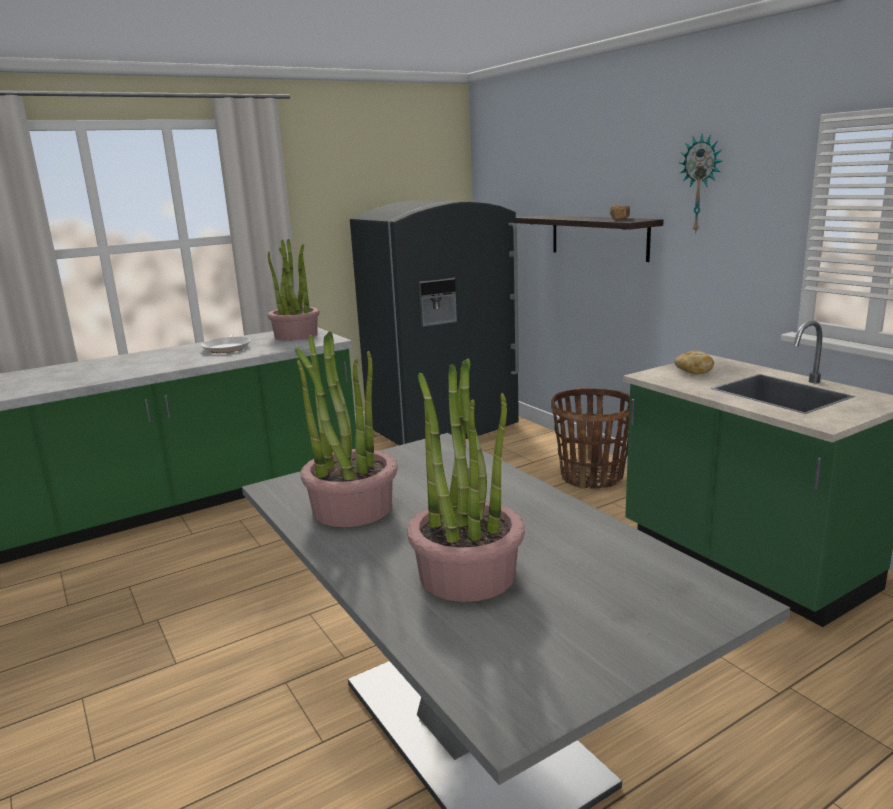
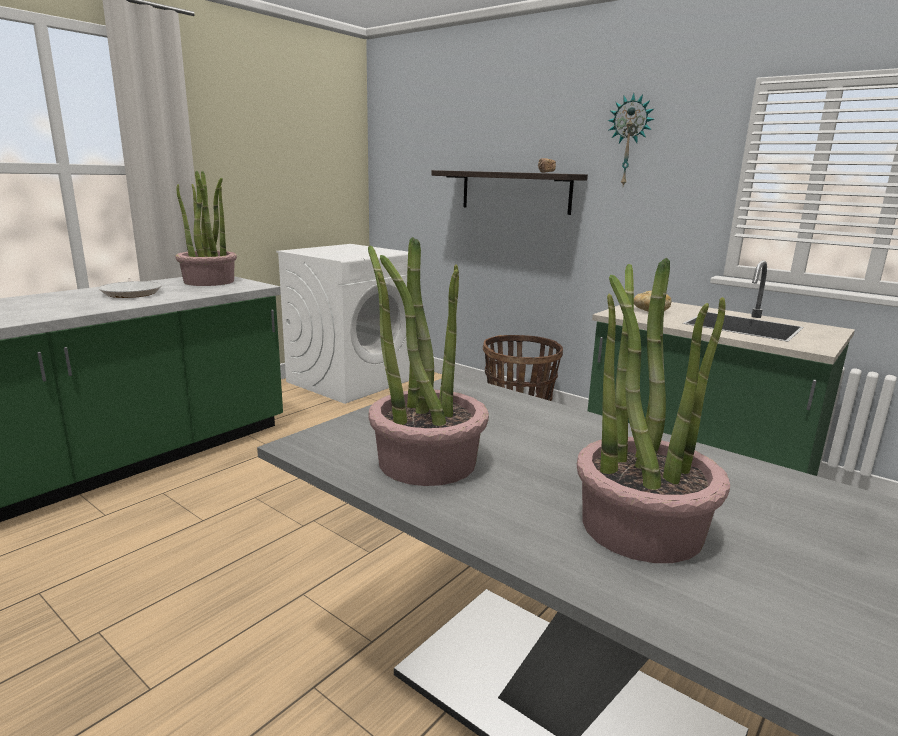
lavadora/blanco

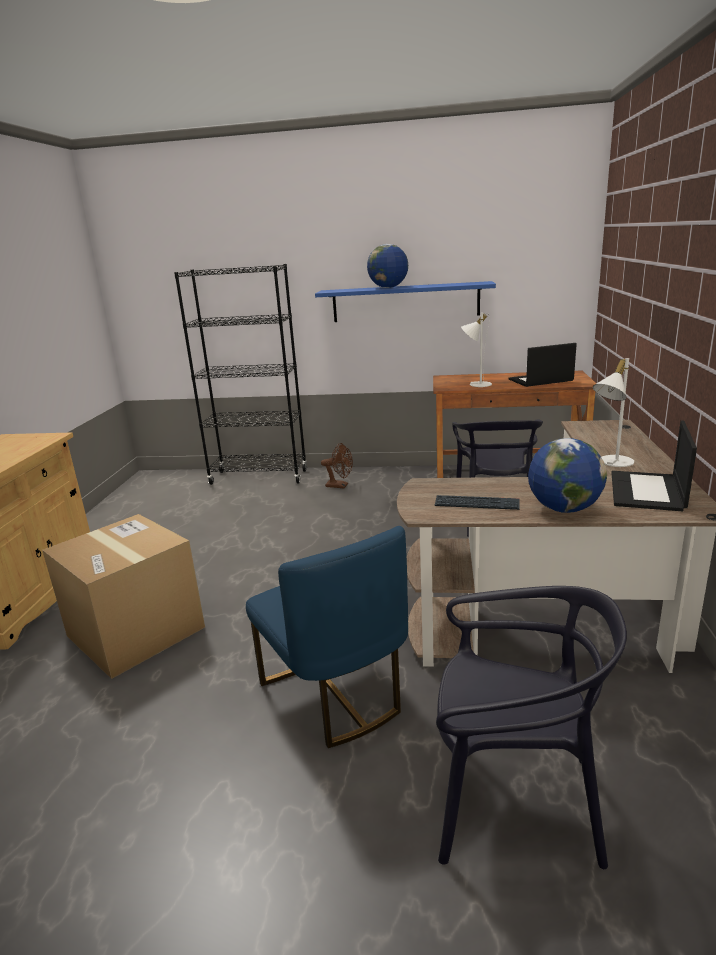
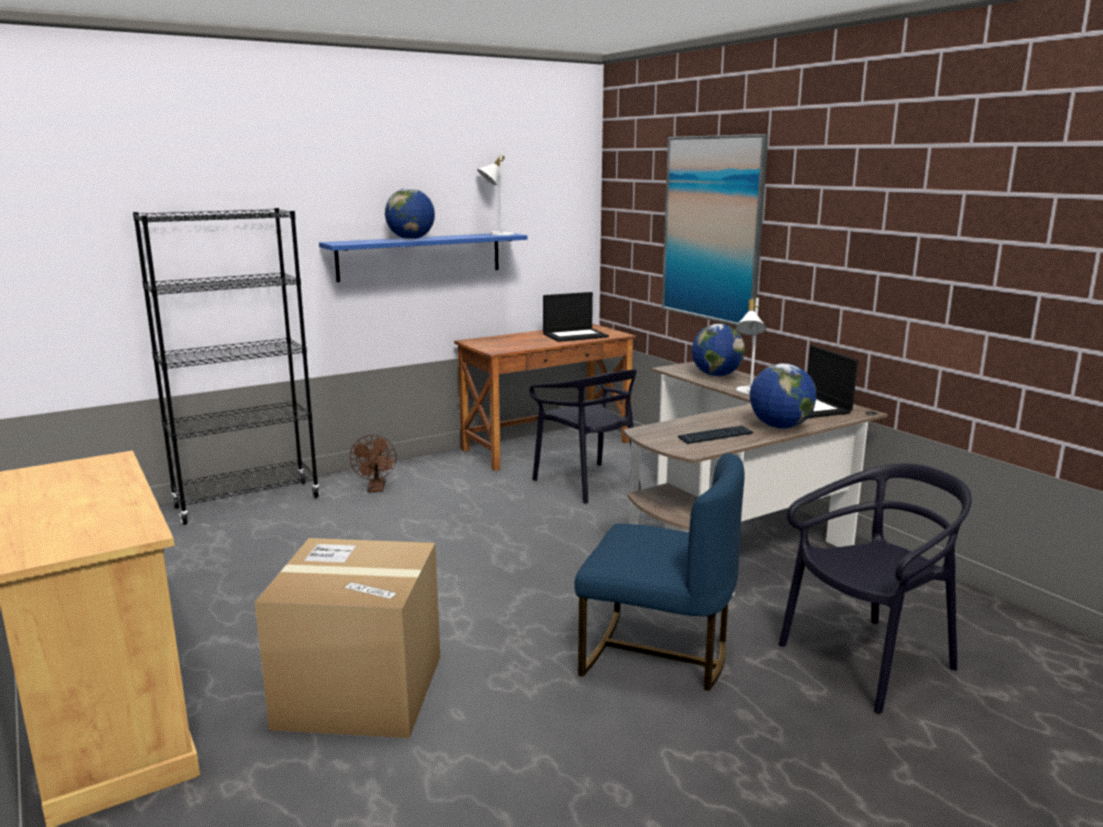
lámpara de mesa/blanco (1st from left)
portátil (1st from left)
ventilador/marrón
cuadro
globo terráqueo (2nd from left)

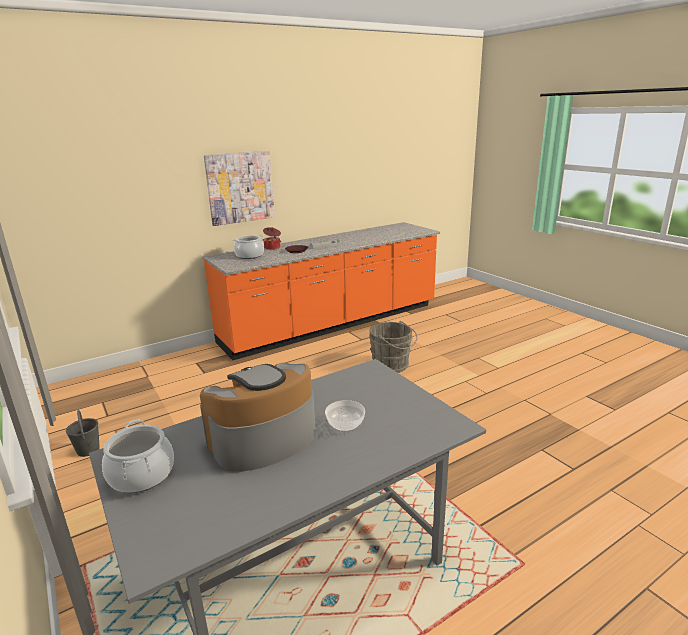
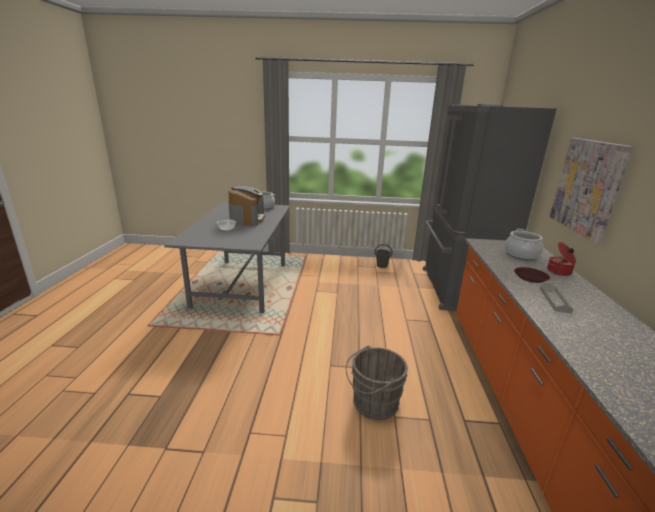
nevera/gris

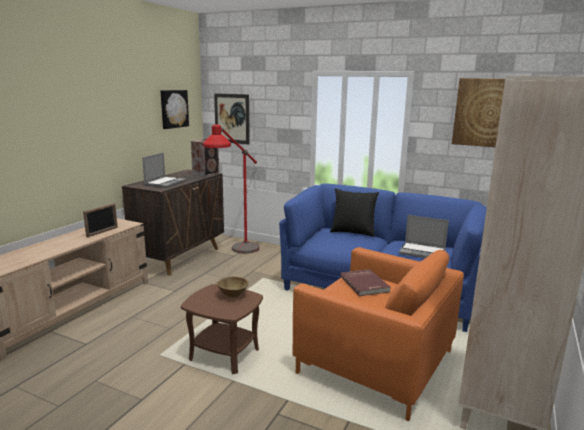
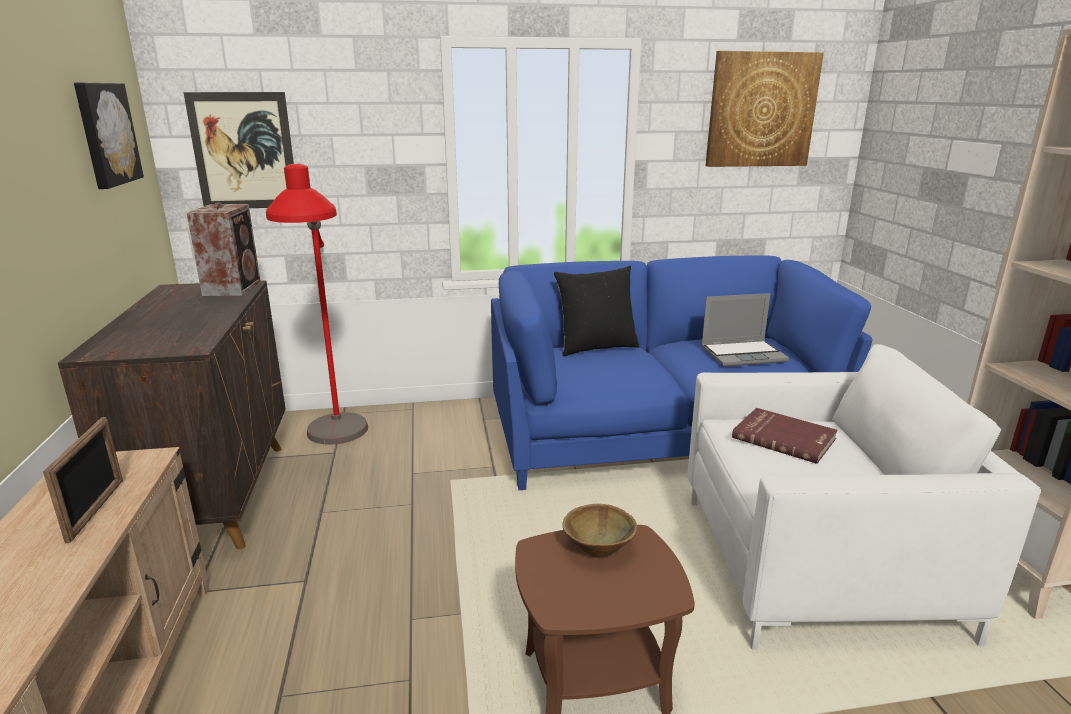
portátil (1st from left in the first image)
sillón/blanco

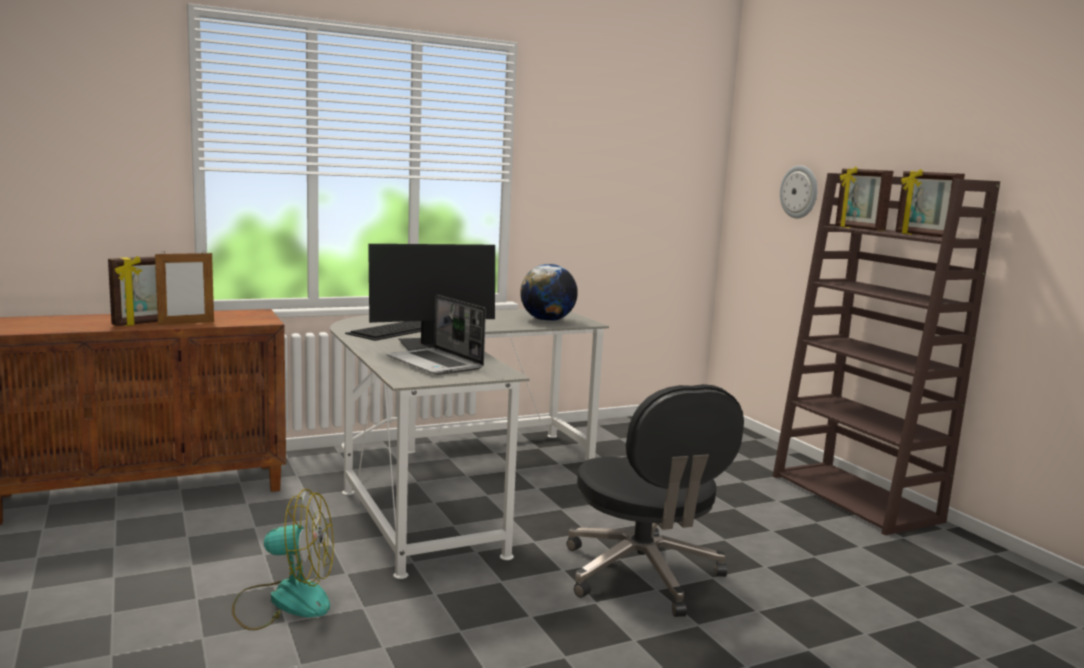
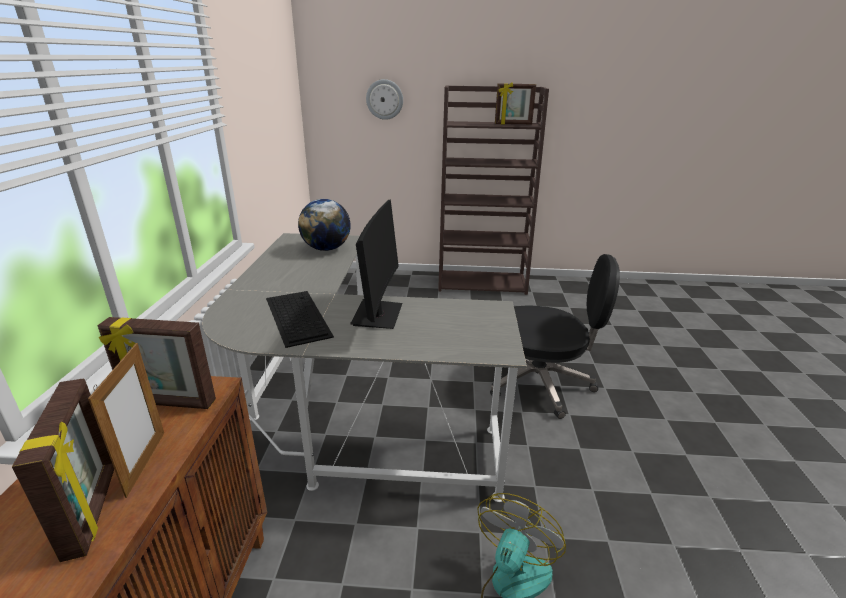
portarretratos (3rd from left)
portátil

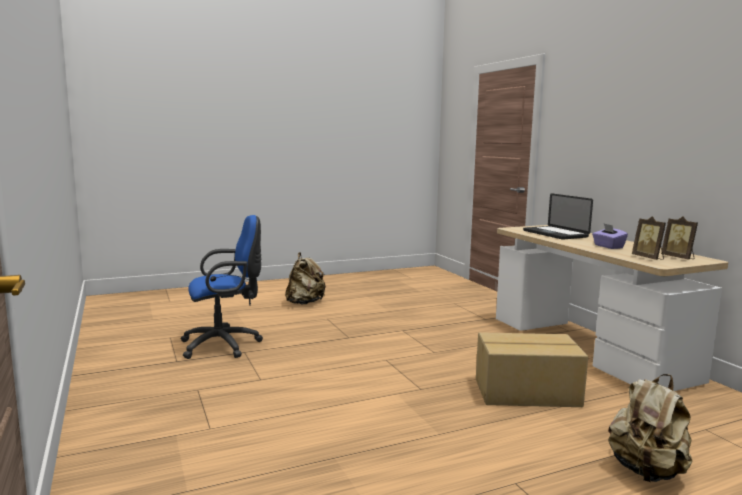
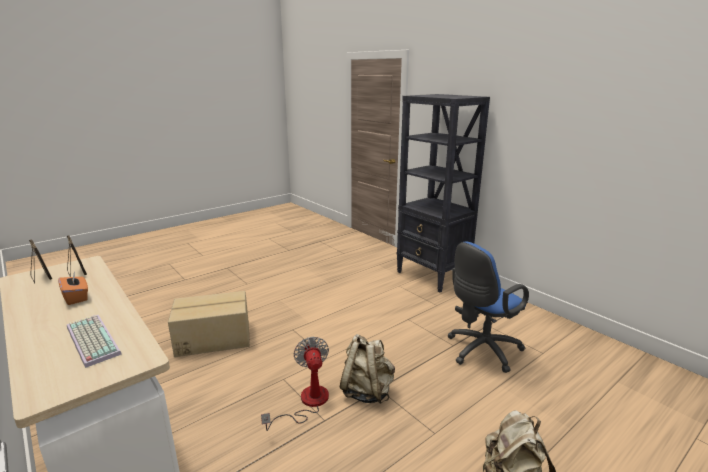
teclado
caja de pañuelos/naranja
mochila/beis (1st from left)
estantería/negro
ventilador

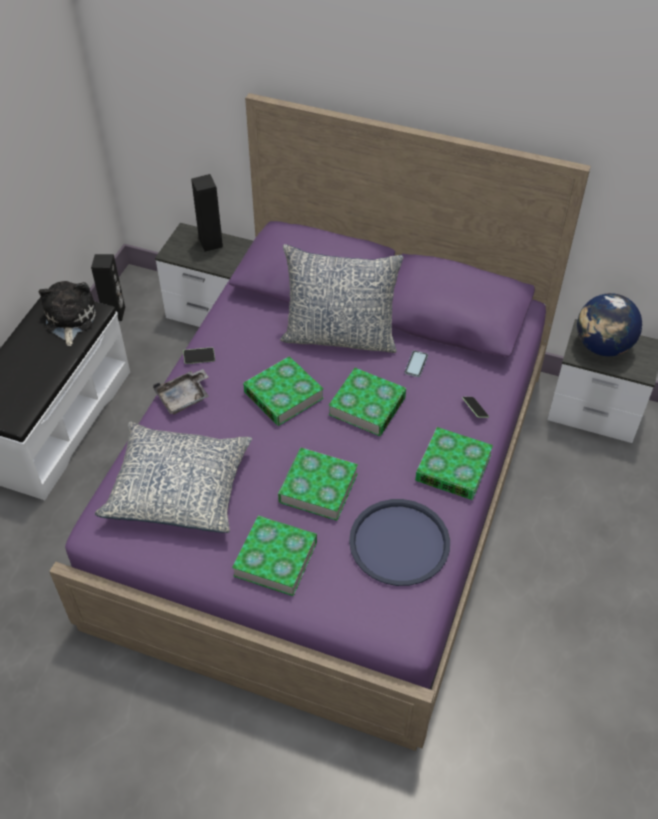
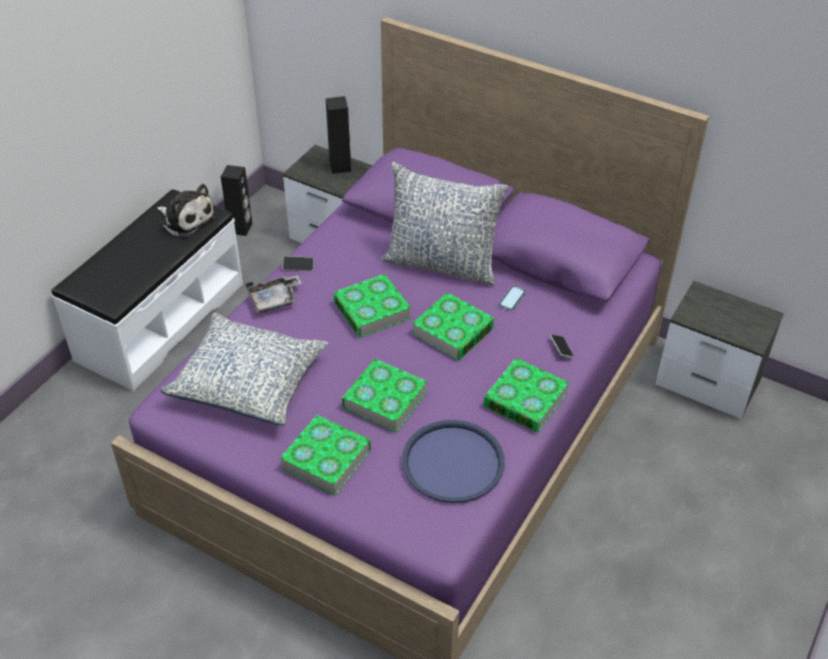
peluche
globo terráqueo

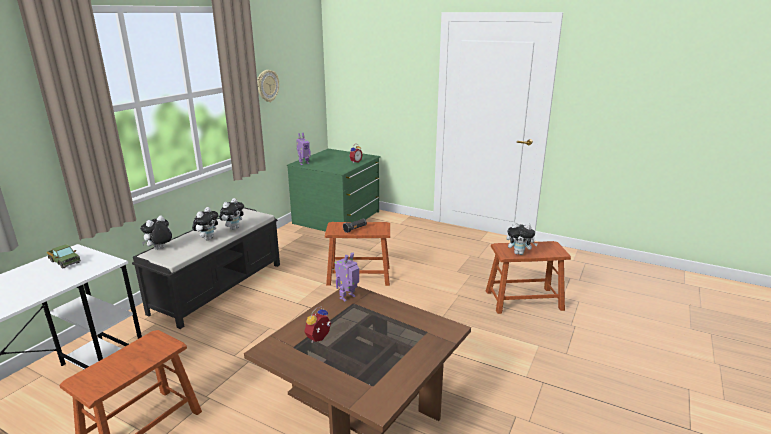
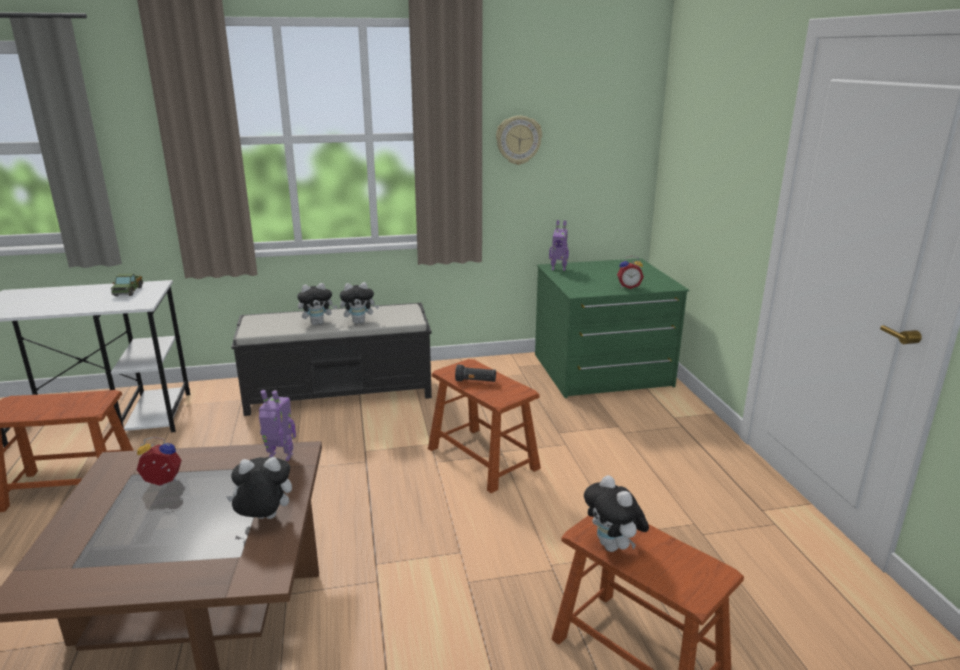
peluche (1st from left)

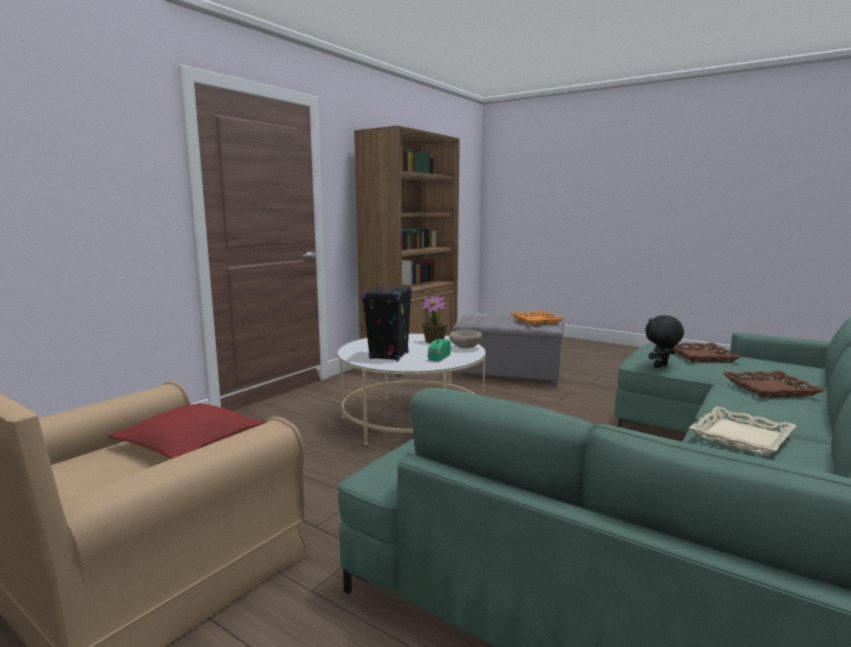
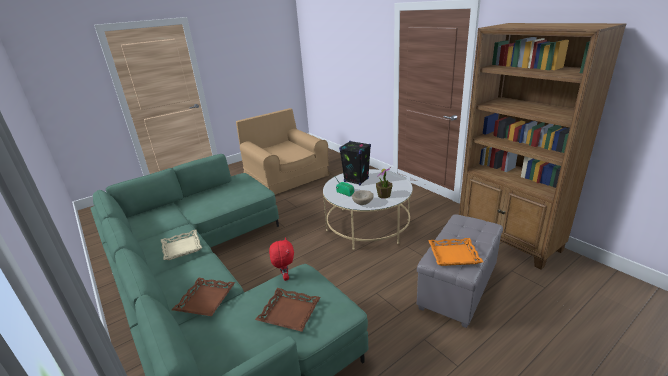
peluche/rojo
cojín/rojo

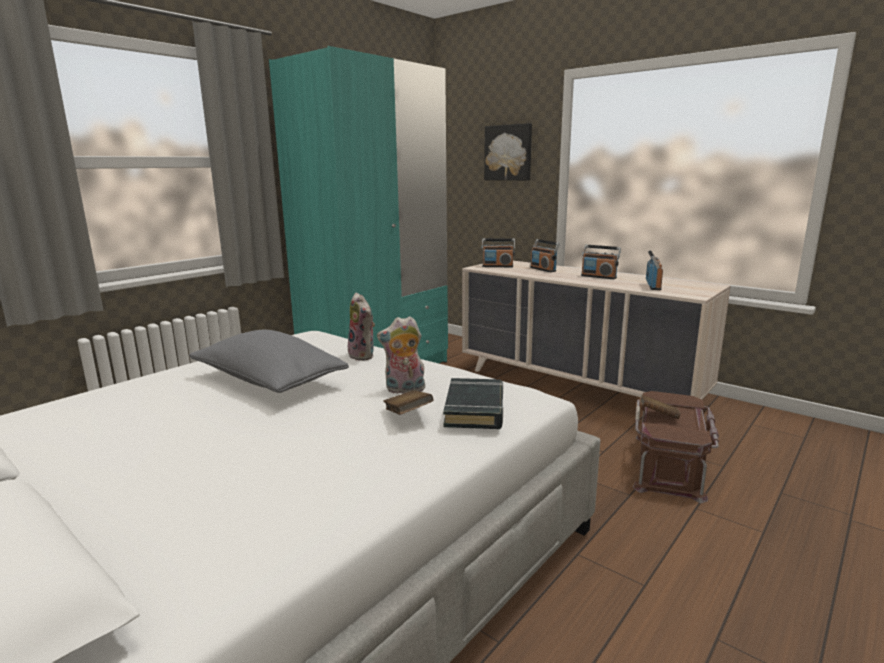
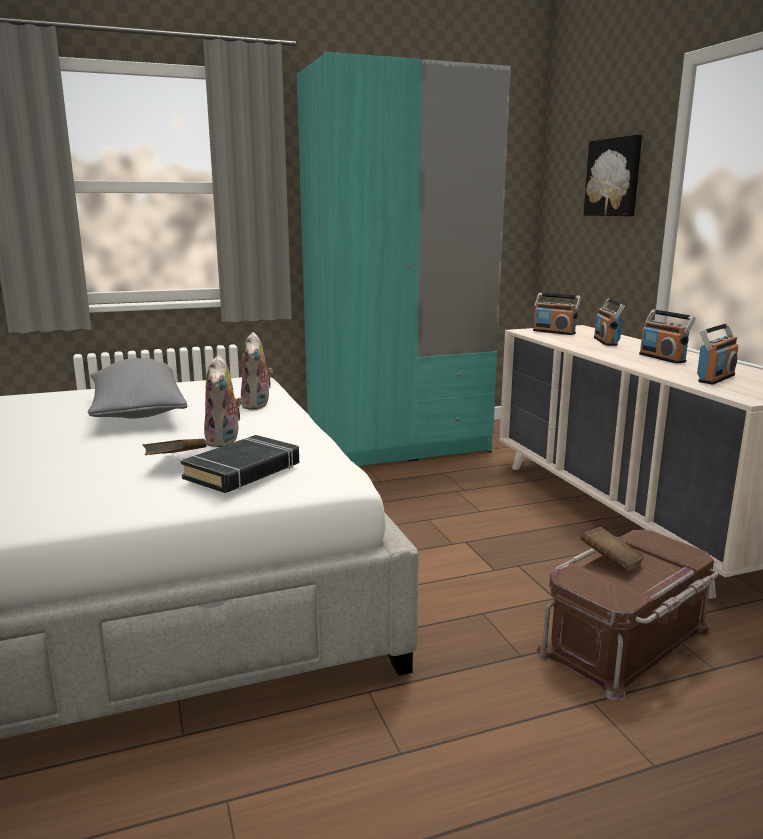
peluche (1st from left)

